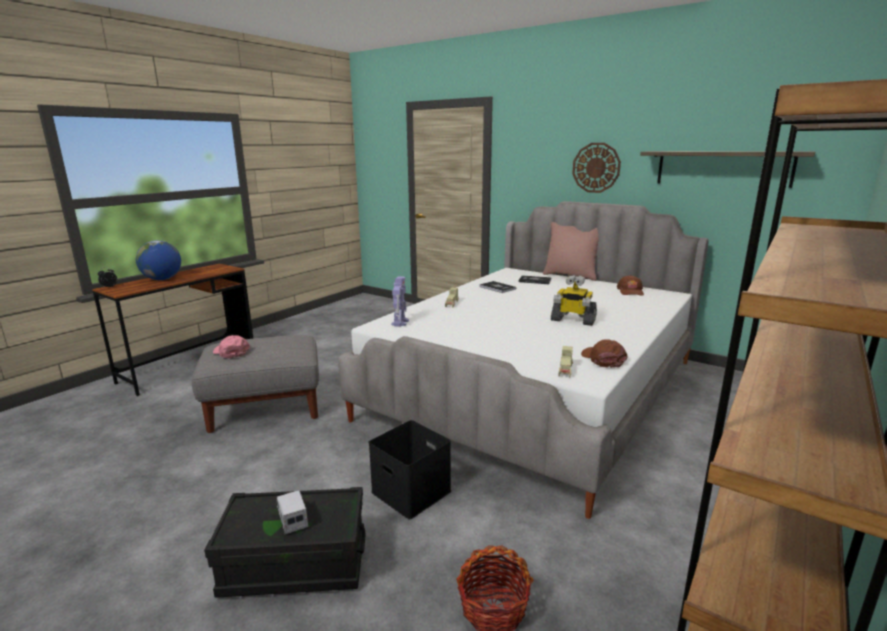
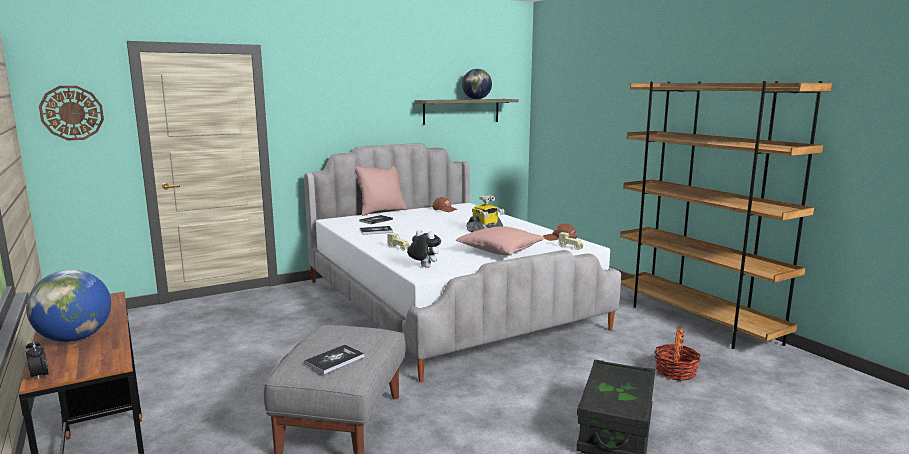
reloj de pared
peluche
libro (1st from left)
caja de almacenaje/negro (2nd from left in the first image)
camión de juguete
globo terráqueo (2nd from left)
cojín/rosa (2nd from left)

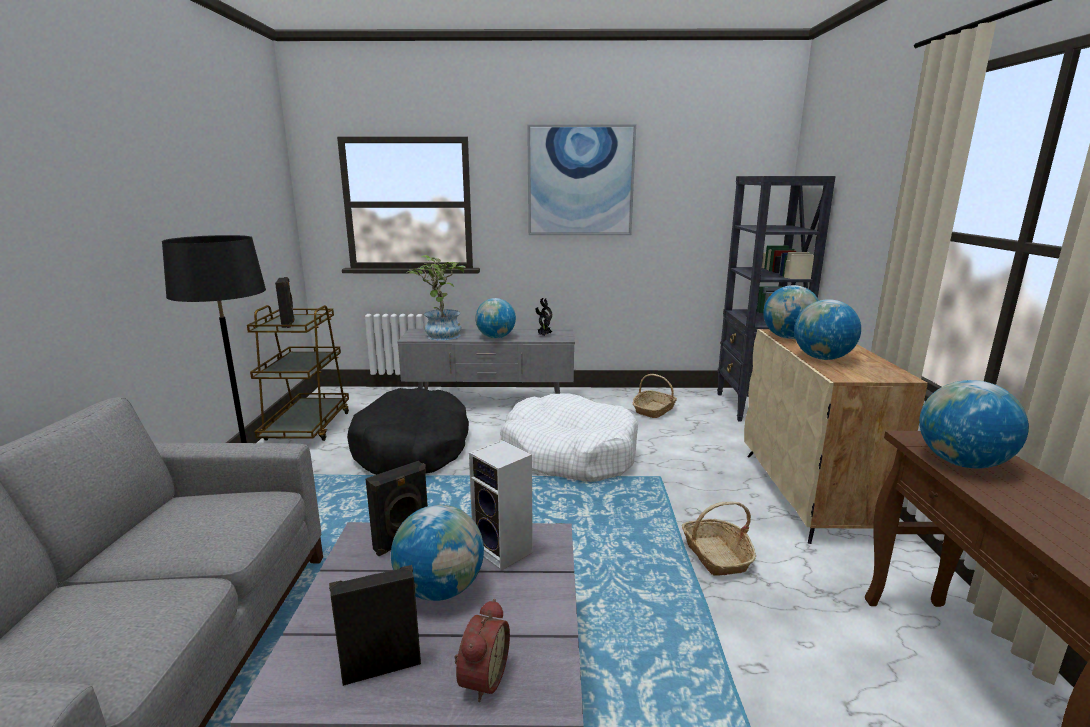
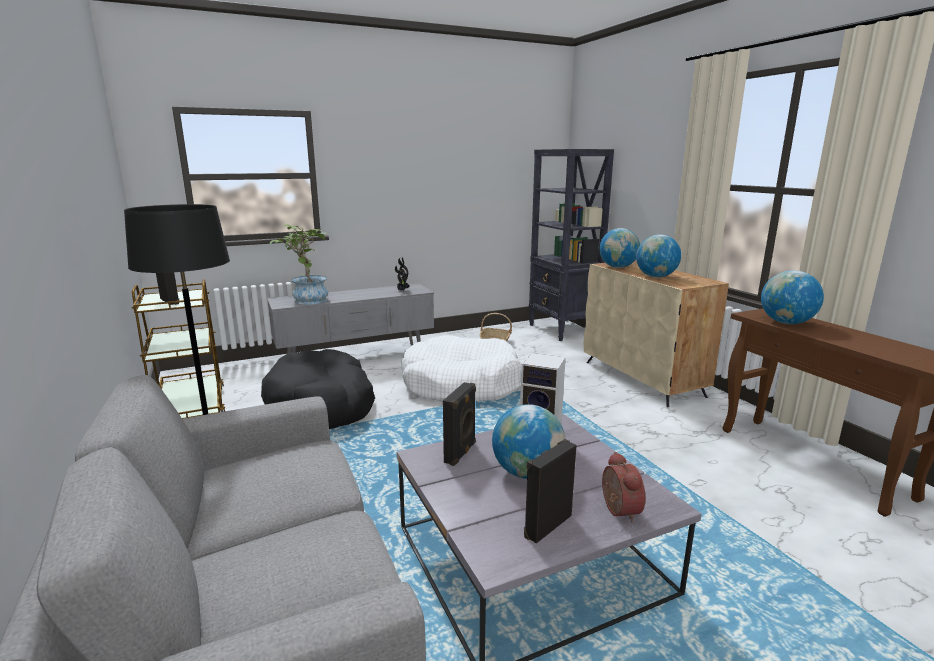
cuadro
globo terráqueo (2nd from left in the first image)
cesta (2nd from left in the first image)

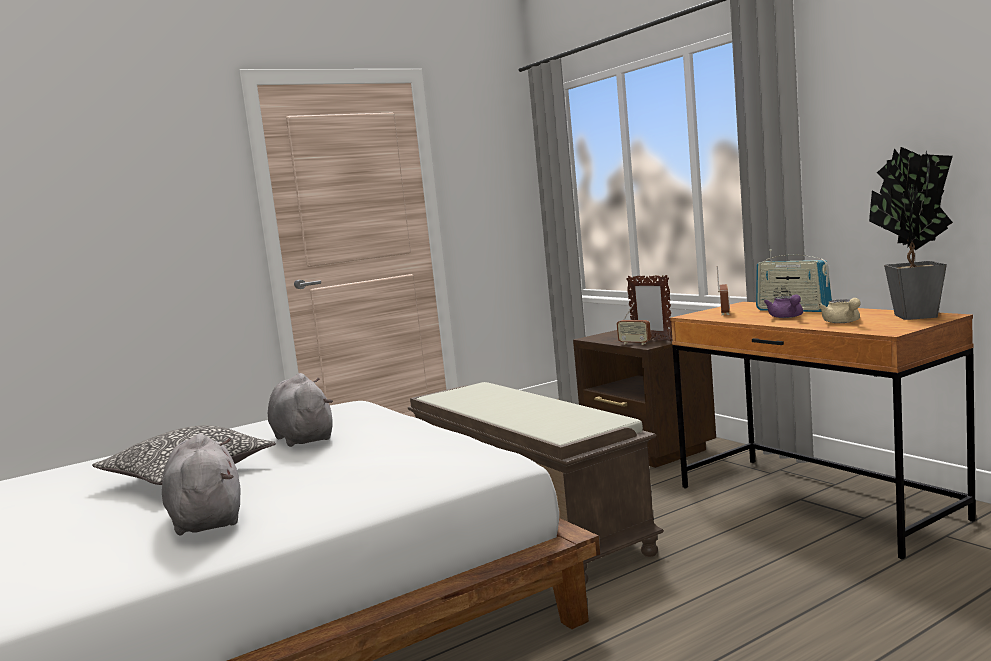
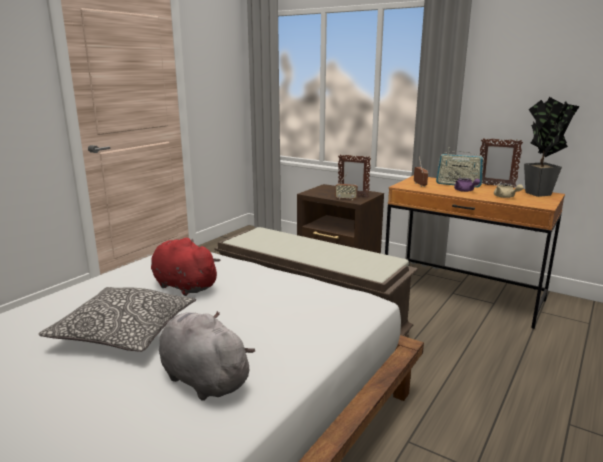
peluche/rojo
portarretratos (2nd from left)

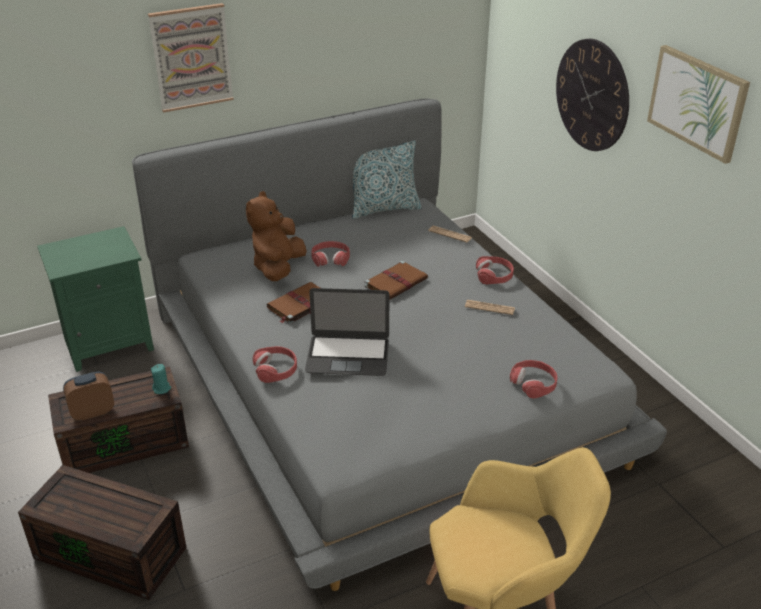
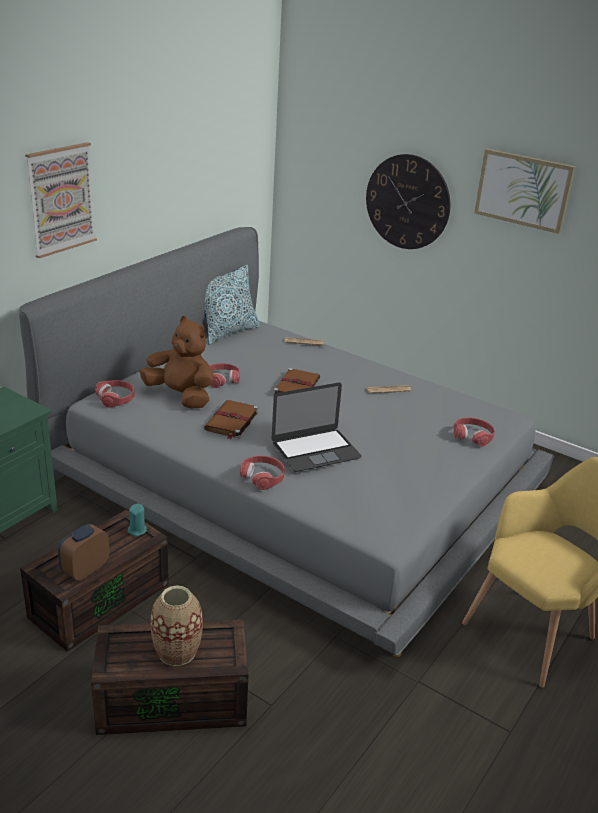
peluche/marrón
auriculares/rojo (1st from left)
florero

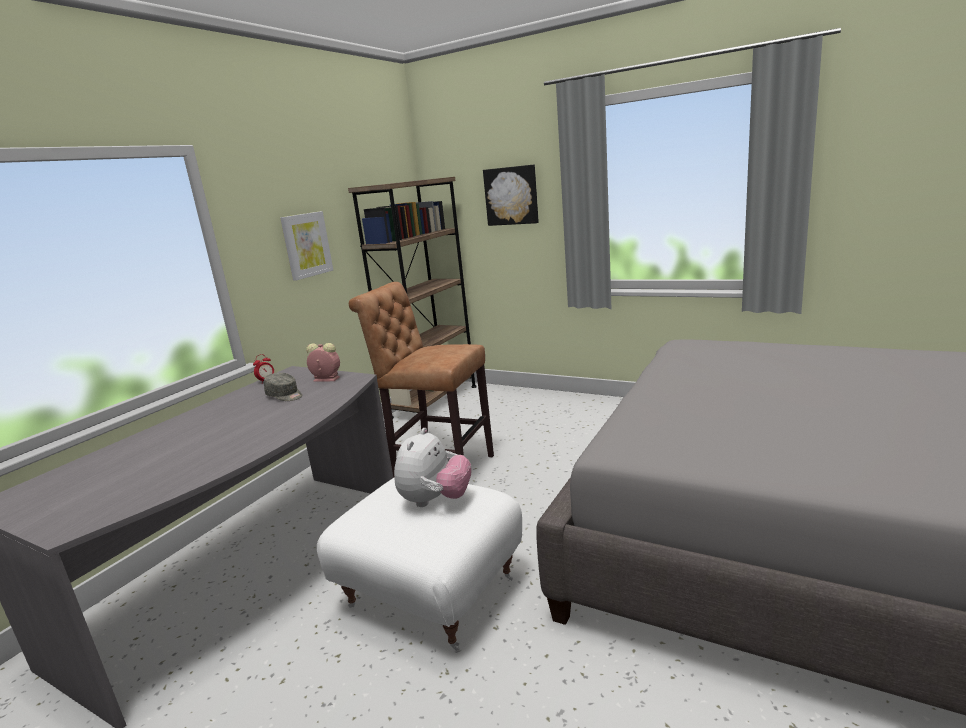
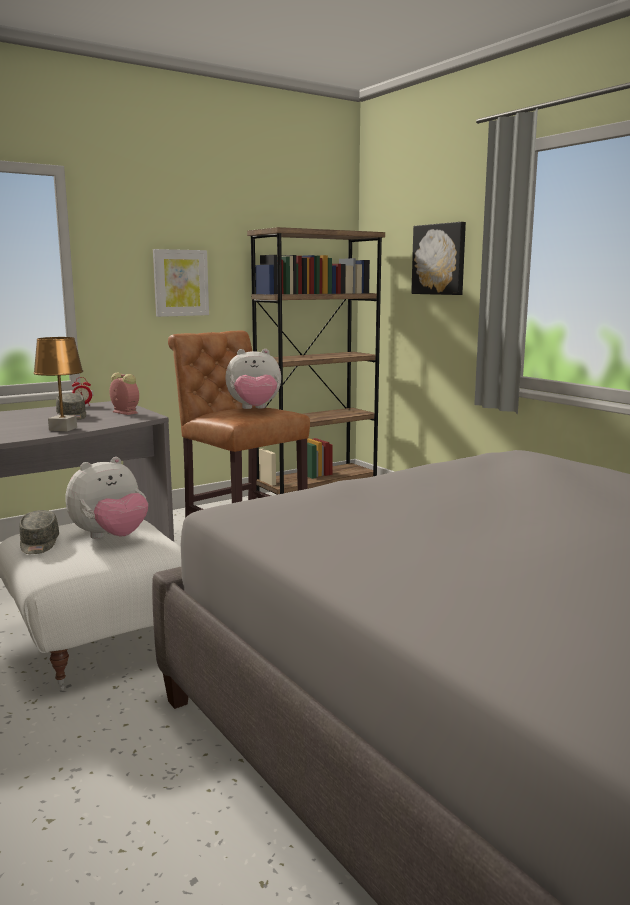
lámpara de mesa/marrón
peluche (2nd from left)
gorra/gris (1st from left)

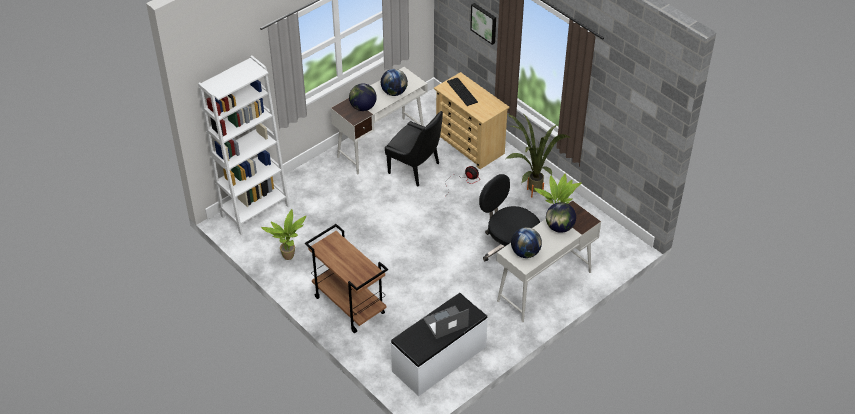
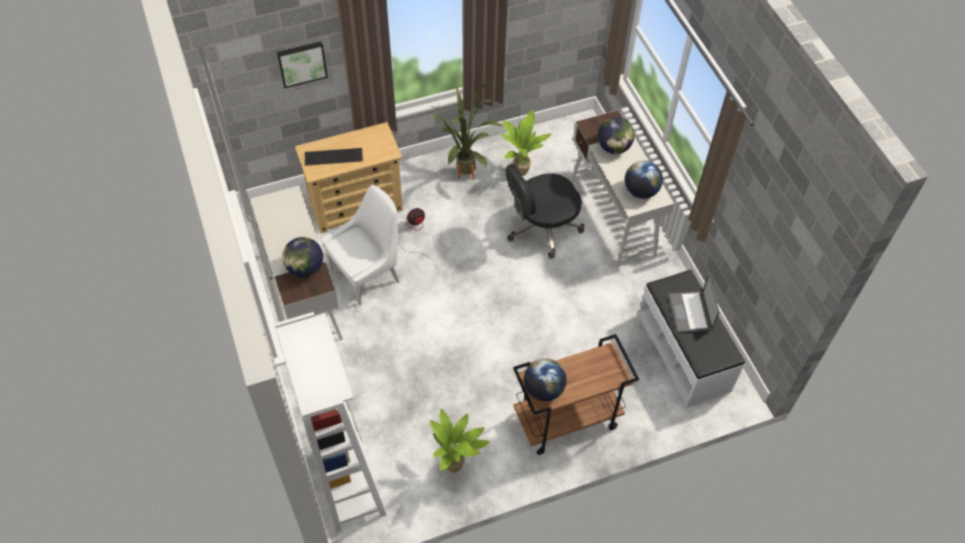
globo terráqueo (2nd from left)
silla/blanco

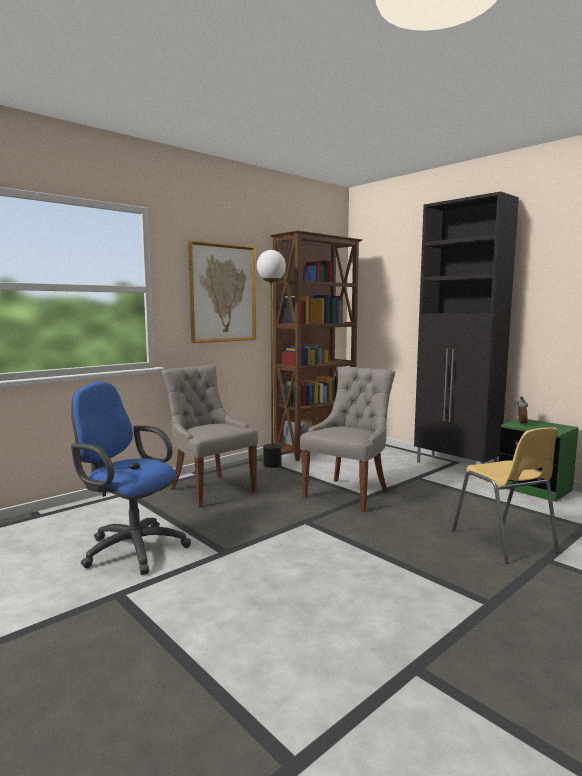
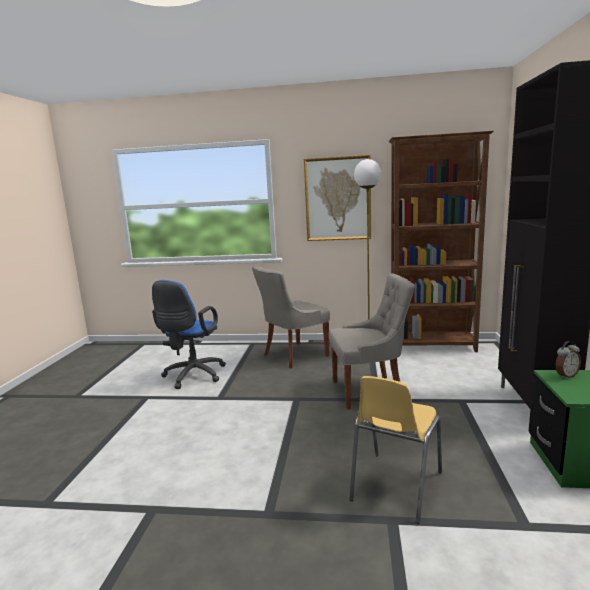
silla/gris (1st from left)
silla de oficina/azul

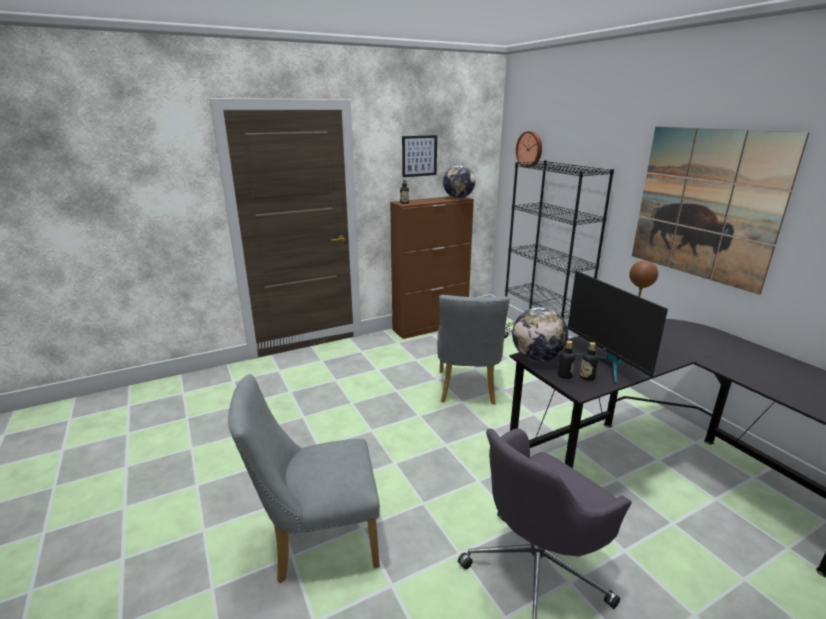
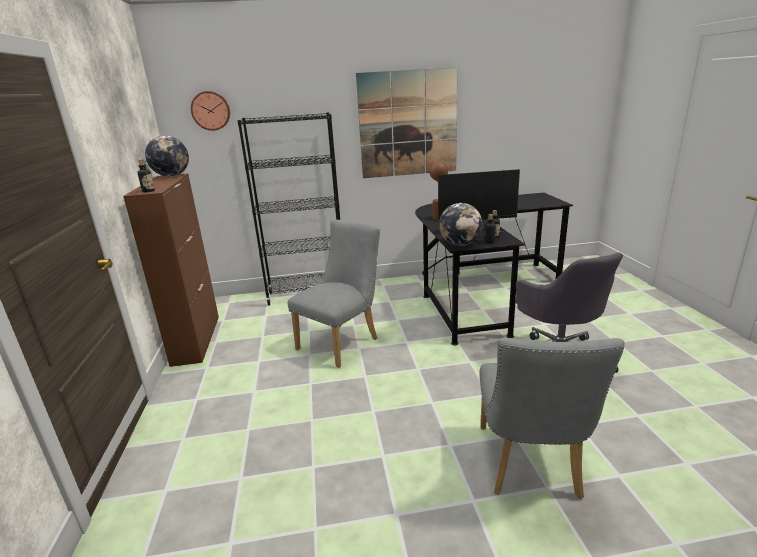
cuadro (1st from left in the first image)
silla/gris (1st from left)

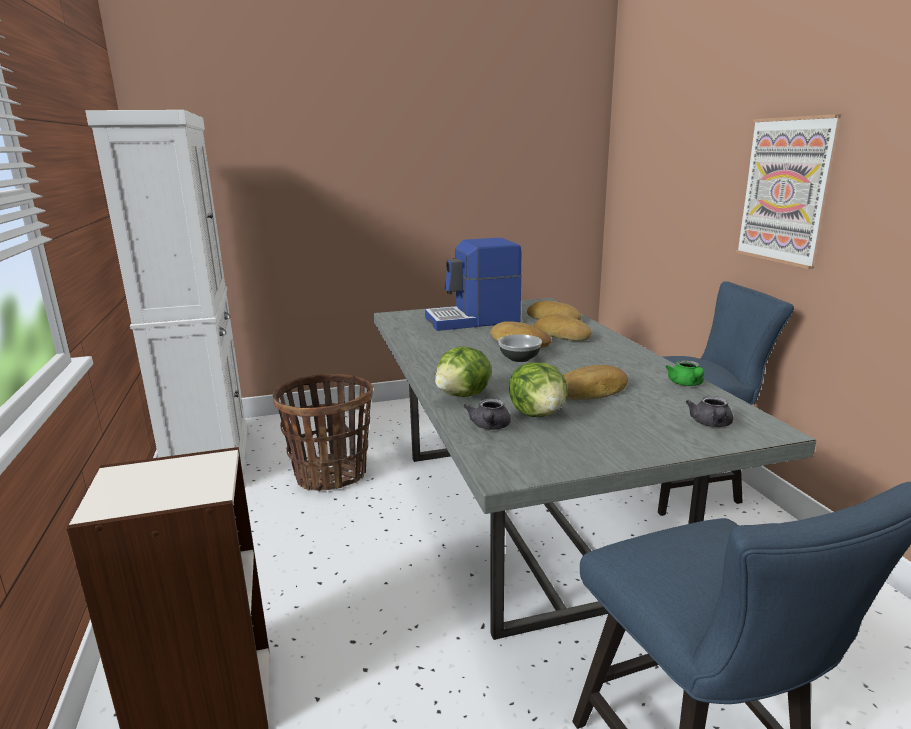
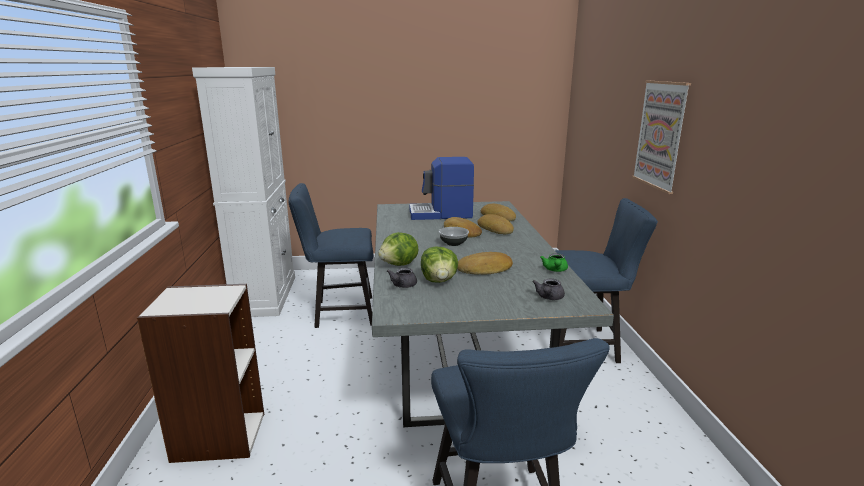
silla/azul (1st from left)

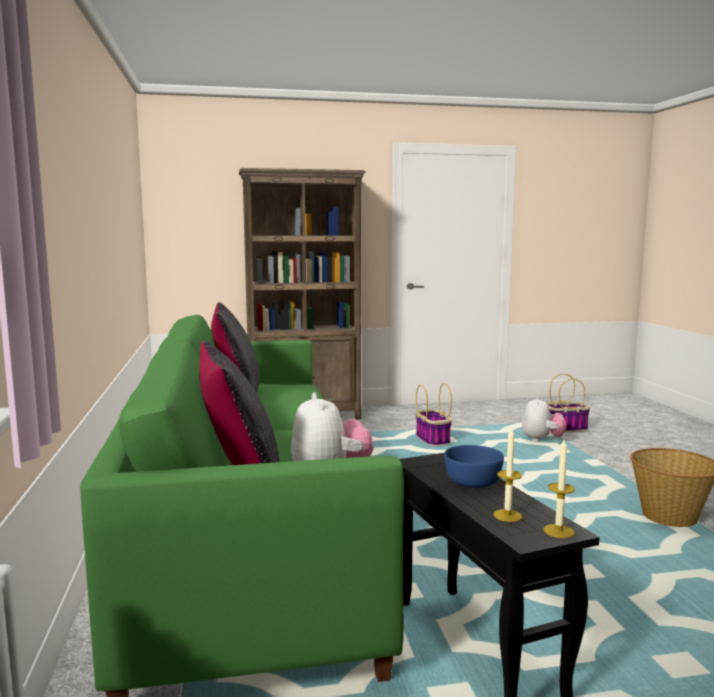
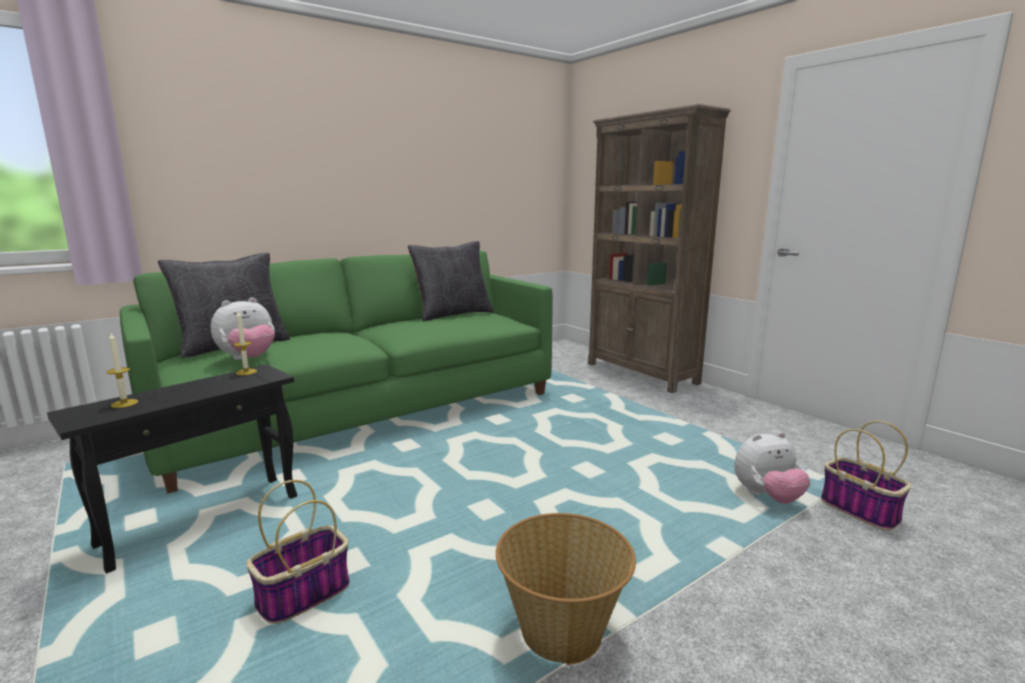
cesta (1st from left)
vela (2nd from left)
cuenco/azul

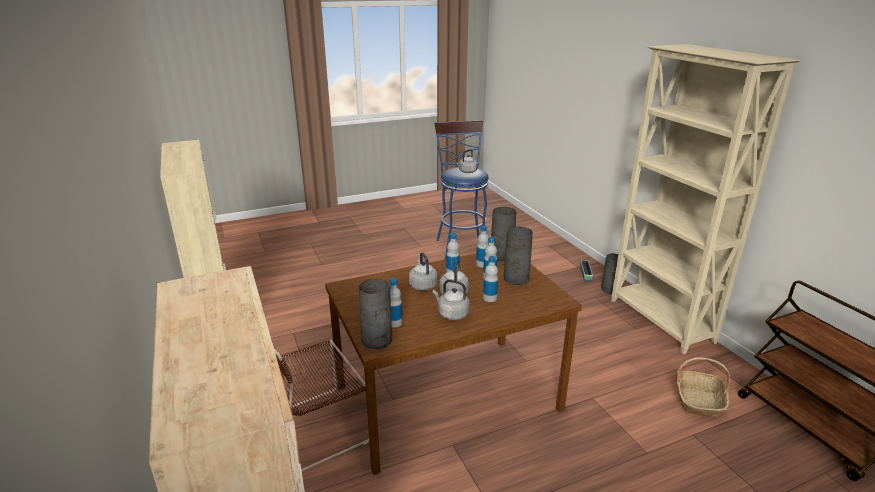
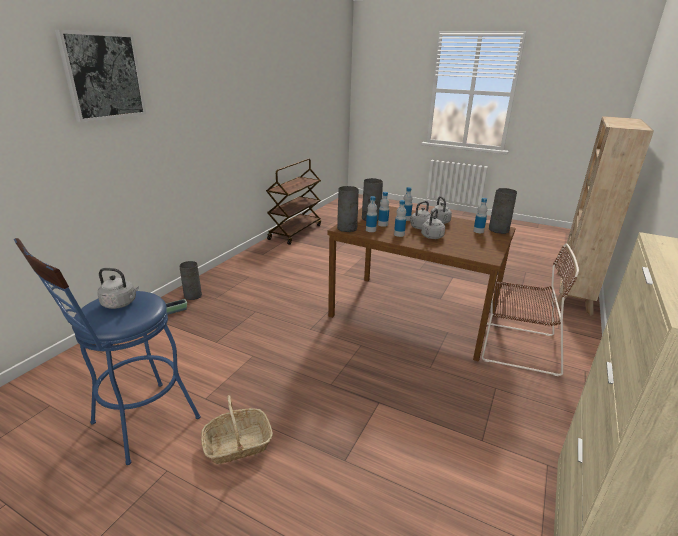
estantería/beis (2nd from left in the first image)
cesta
cuadro

